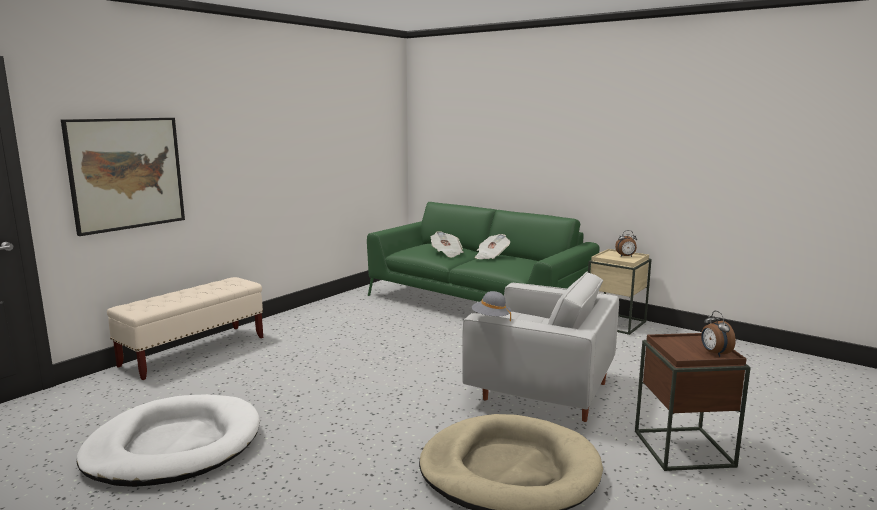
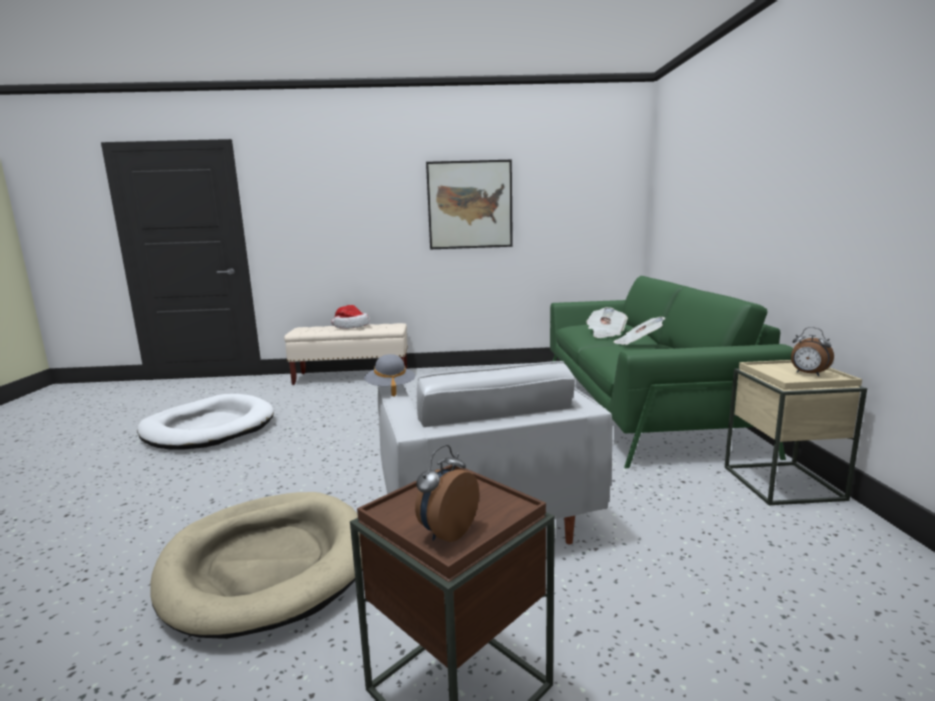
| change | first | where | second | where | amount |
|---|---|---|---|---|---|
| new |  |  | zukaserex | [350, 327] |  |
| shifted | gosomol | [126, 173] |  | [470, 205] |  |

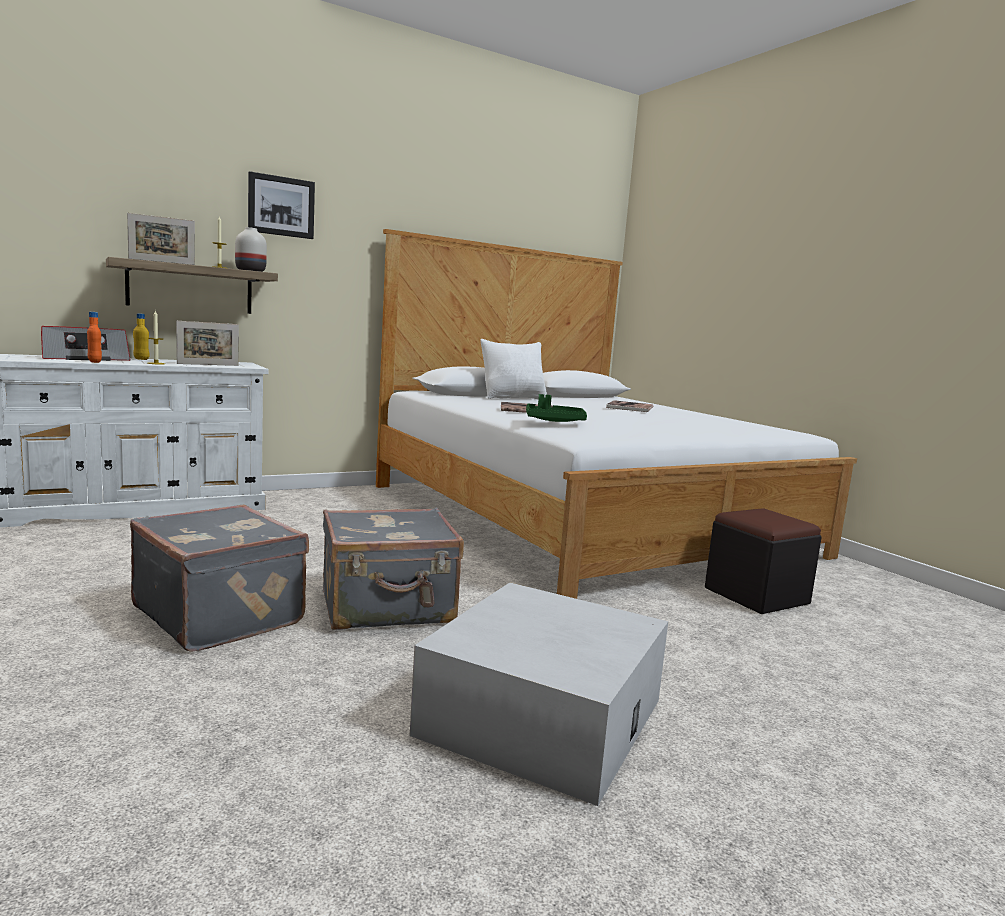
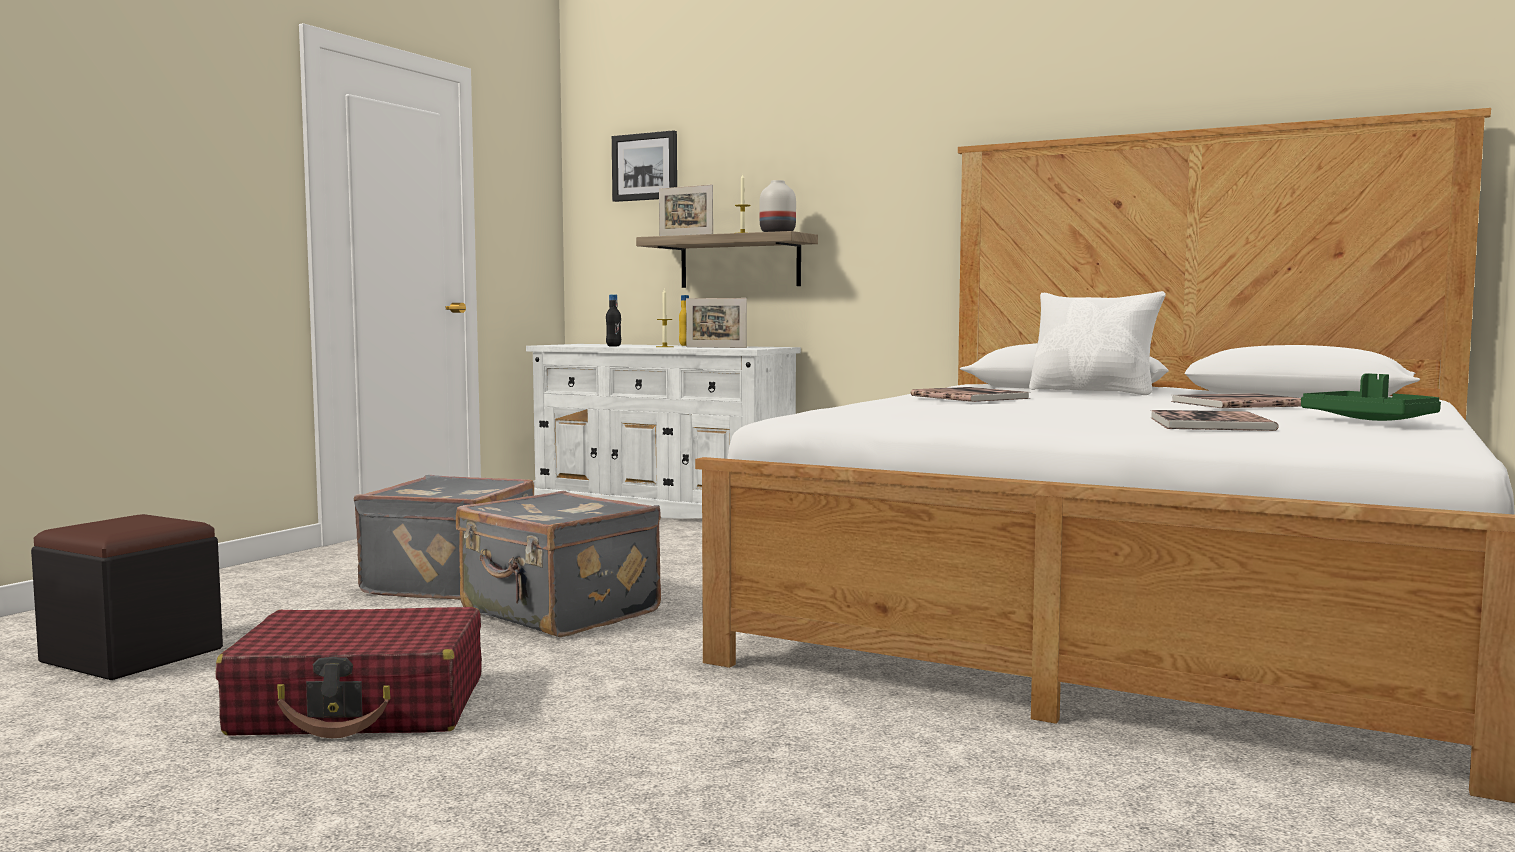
| change | first | where | second | where | amount |
|---|---|---|---|---|---|
| gone | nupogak | [84, 358] |  |  |  |
| new |  |  | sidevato | [1210, 424] |  |
| shifted | gosomol | [281, 206] |  | [645, 167] |  |
| shifted | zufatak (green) | [554, 421] |  | [1371, 420] |  |
| shifted | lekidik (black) | [756, 596] |  | [132, 655] |  |
| swapped | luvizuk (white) | [542, 717] | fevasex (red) | [362, 706] |  |
| repainted | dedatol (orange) | [94, 362] | dedatol (black) | [613, 346] |  |

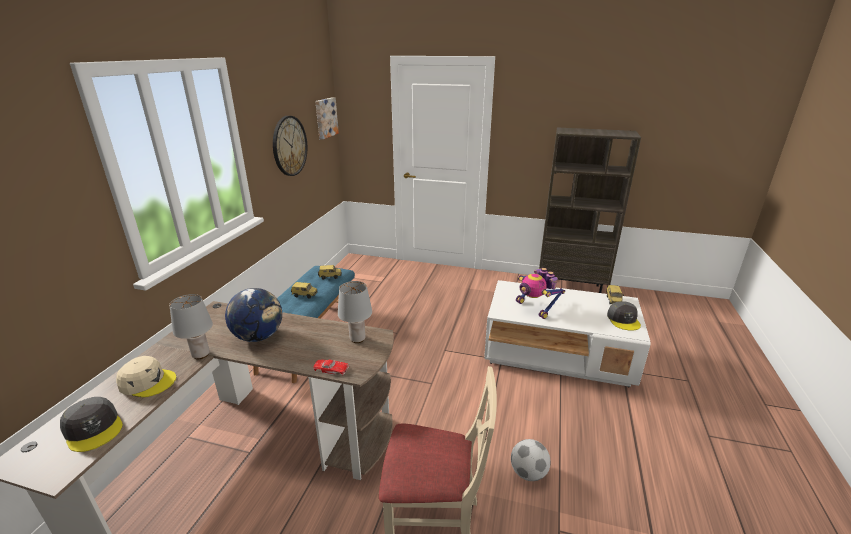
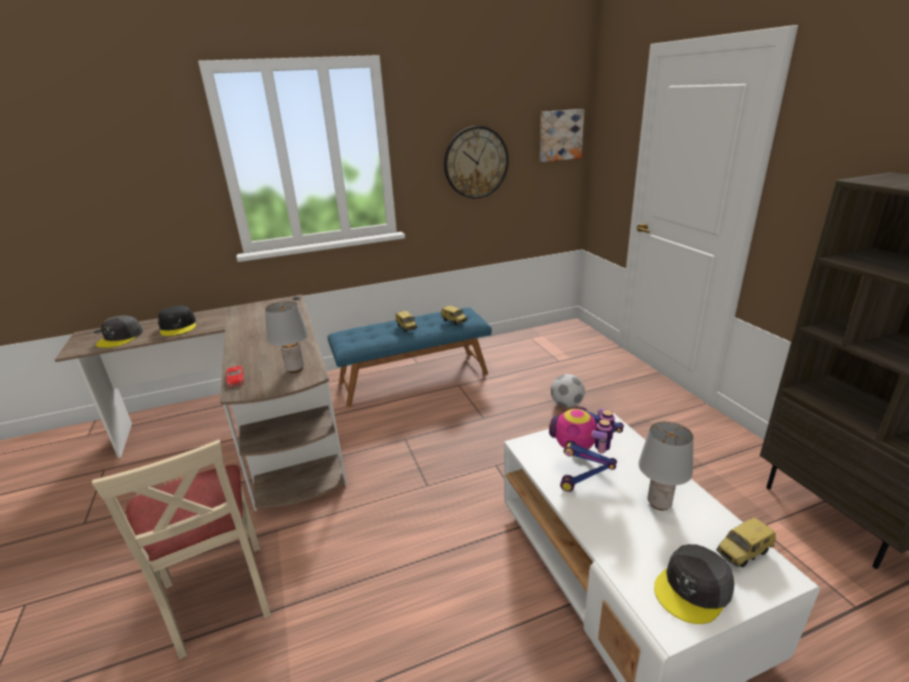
| change | first | where | second | where | amount |
|---|---|---|---|---|---|
| gone | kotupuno | [259, 336] |  |  |  |
| shifted | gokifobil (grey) | [201, 355] |  | [659, 503] |  |
| shifted | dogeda | [528, 473] |  | [566, 404] |  |
| repainted | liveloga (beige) | [147, 382] | liveloga (black) | [178, 326] |  |

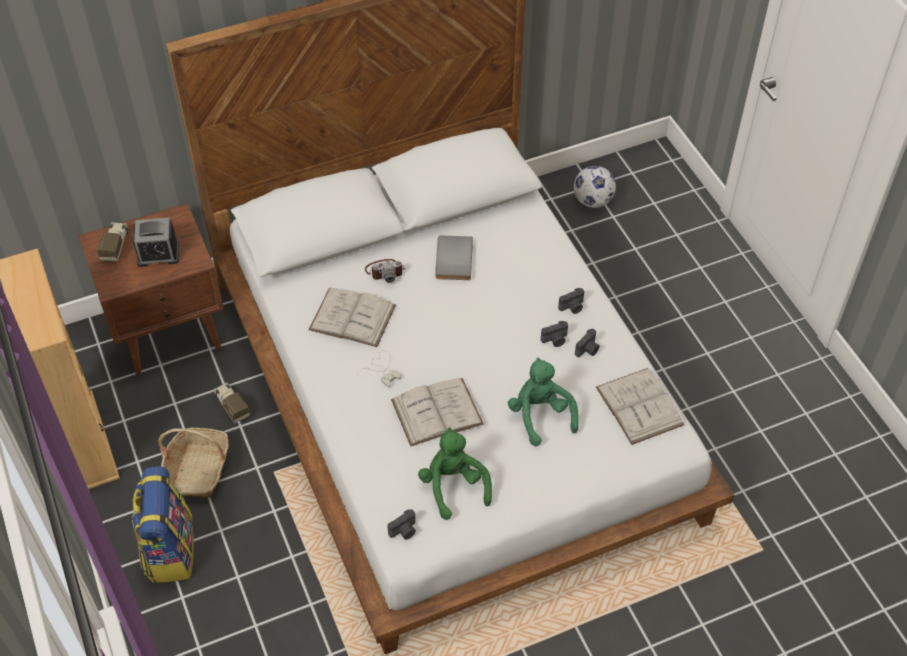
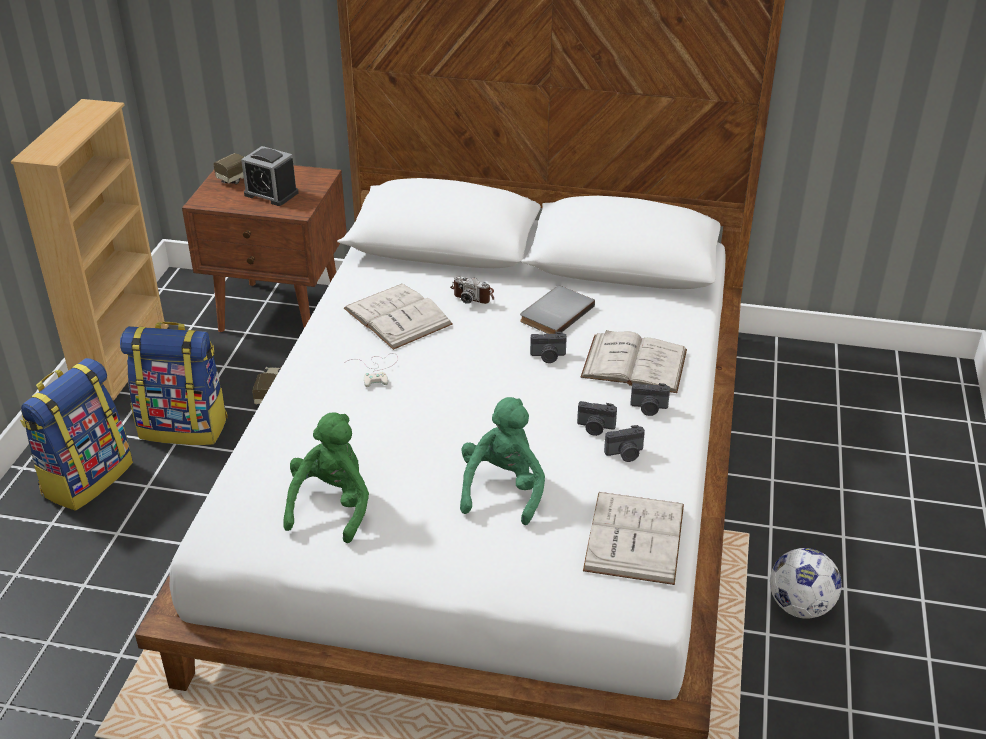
| change | first | where | second | where | amount |
|---|---|---|---|---|---|
| shifted | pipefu | [404, 531] |  | [548, 356] |  |
| shifted | sidevato (white) | [437, 412] |  | [634, 363] |  |
| shifted | dogeda | [593, 201] |  | [800, 606] |  |
| swapped | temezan | [198, 469] | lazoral | [185, 427] |  |

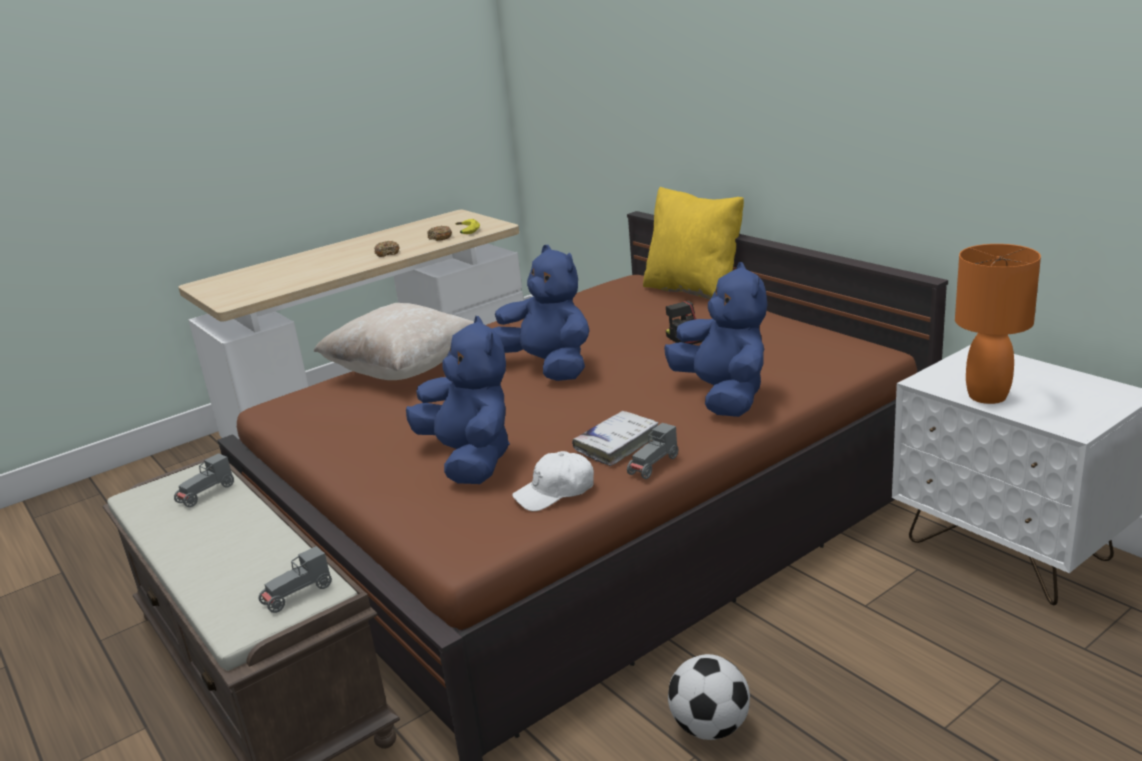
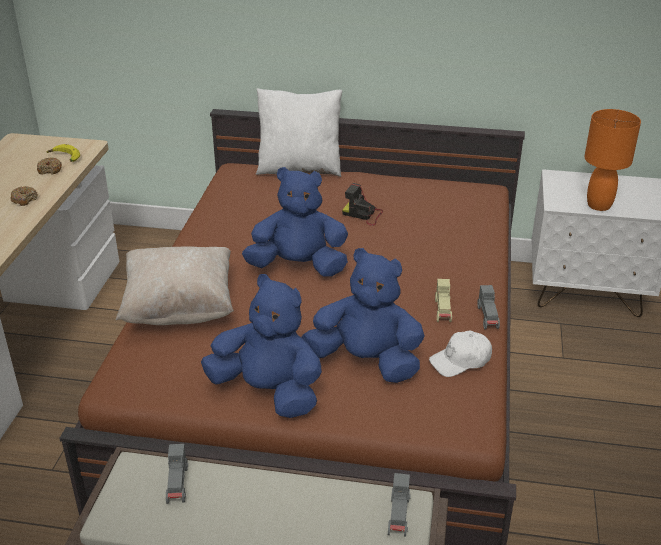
| change | first | where | second | where | amount |
|---|---|---|---|---|---|
| gone | dogeda | [710, 728] |  |  |  |
| shifted | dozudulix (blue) | [723, 396] |  | [268, 392] |  |
| swapped | sidevato (white) | [617, 444] | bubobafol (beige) | [443, 311] |  |
| repainted | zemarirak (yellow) | [694, 290] | zemarirak (white) | [299, 168] |  |
| rotated | liveloga (white) | [555, 492] |  | [461, 361] | 45 degrees clockwise |

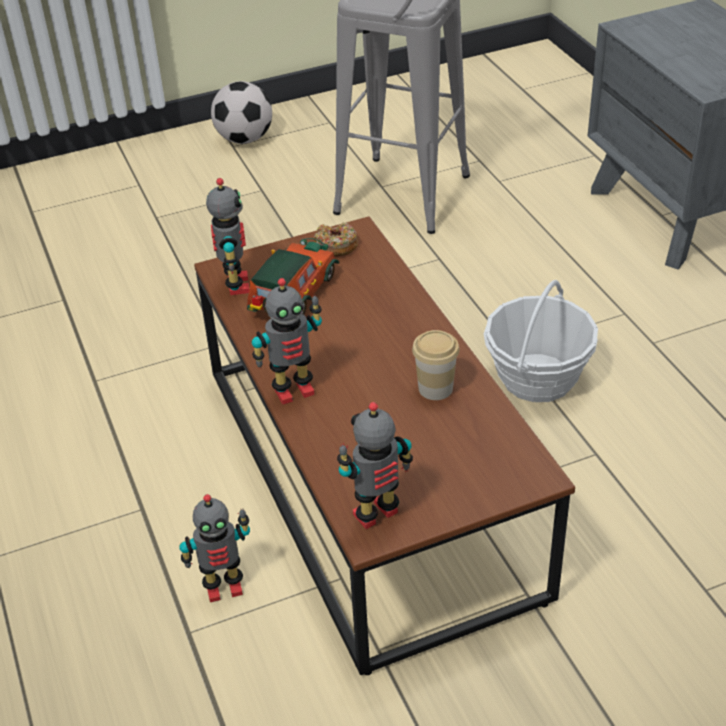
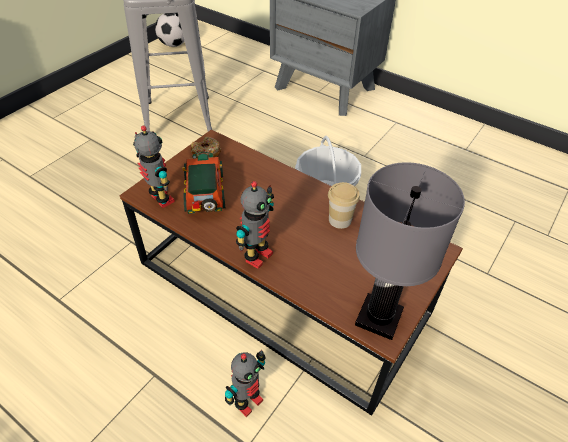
| change | first | where | second | where | amount |
|---|---|---|---|---|---|
| shifted | dogeda | [245, 139] |  | [174, 44] |  |
| swapped | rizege | [377, 516] | gokifobil (grey) | [379, 318] |  |

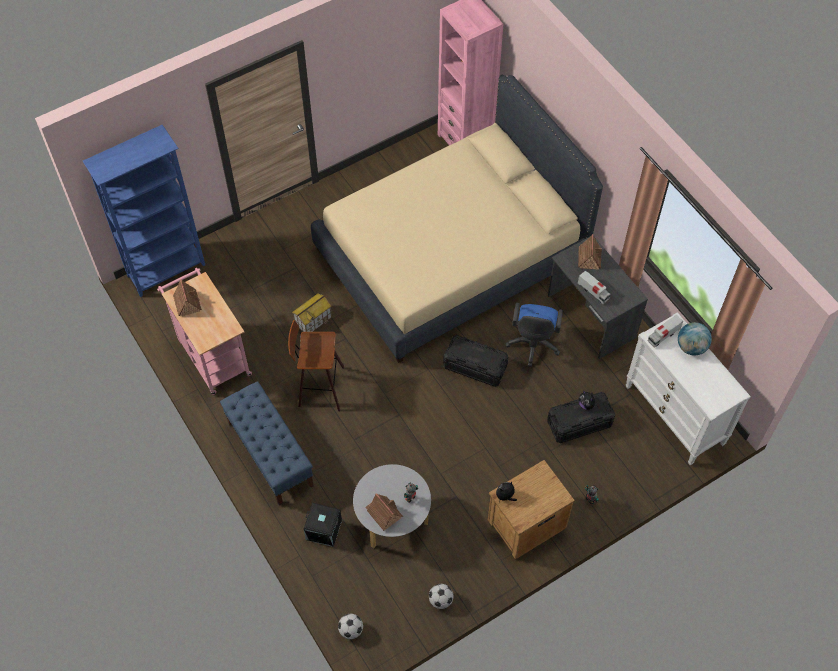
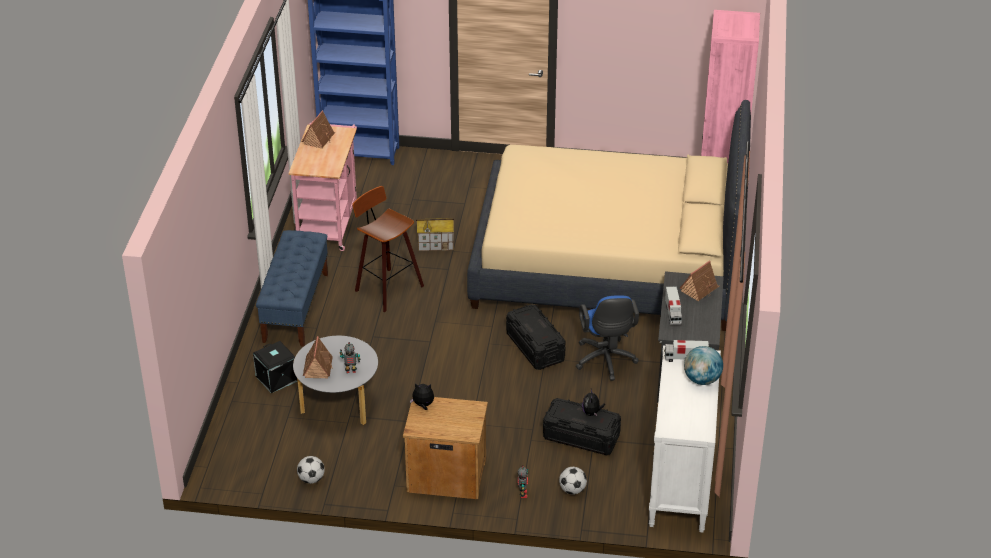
| change | first | where | second | where | amount |
|---|---|---|---|---|---|
| shifted | dogeda | [351, 630] |  | [572, 490] |  |
| rotated | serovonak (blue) | [532, 345] |  | [605, 361] | 60 degrees counterclockwise |

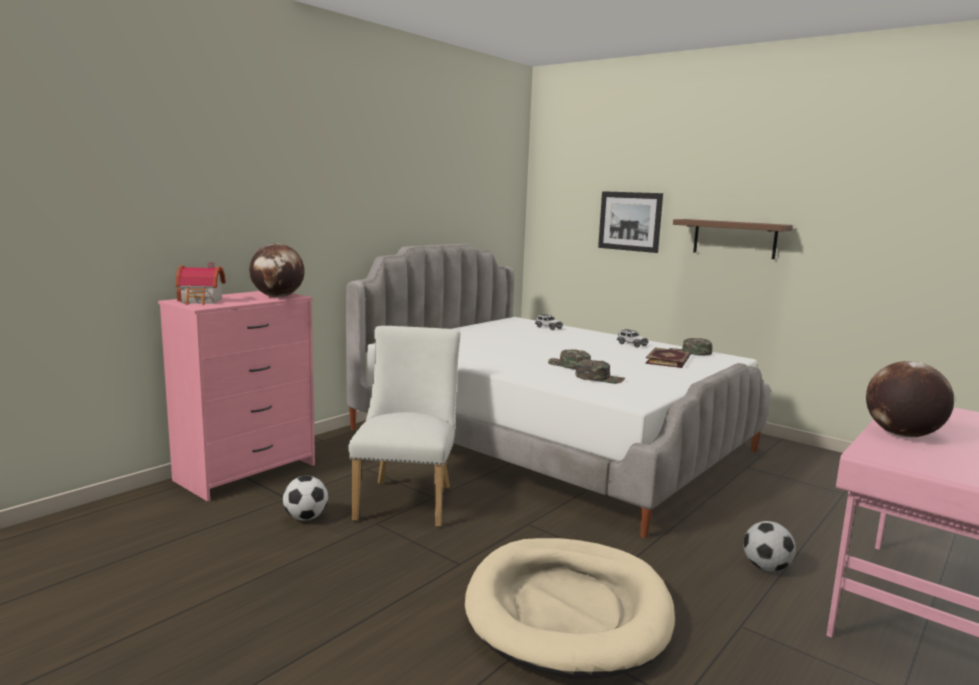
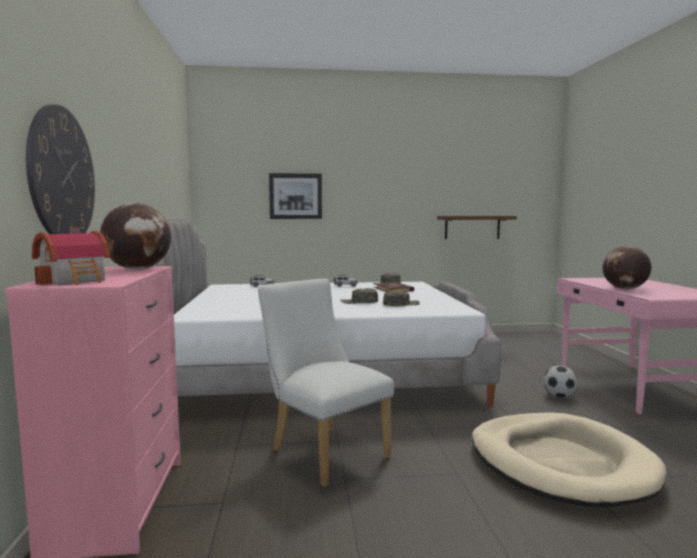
| change | first | where | second | where | amount |
|---|---|---|---|---|---|
| gone | dogeda | [306, 518] |  |  |  |
| new |  |  | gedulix | [62, 175] |  |
| shifted | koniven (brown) | [734, 238] |  | [472, 227] |  |

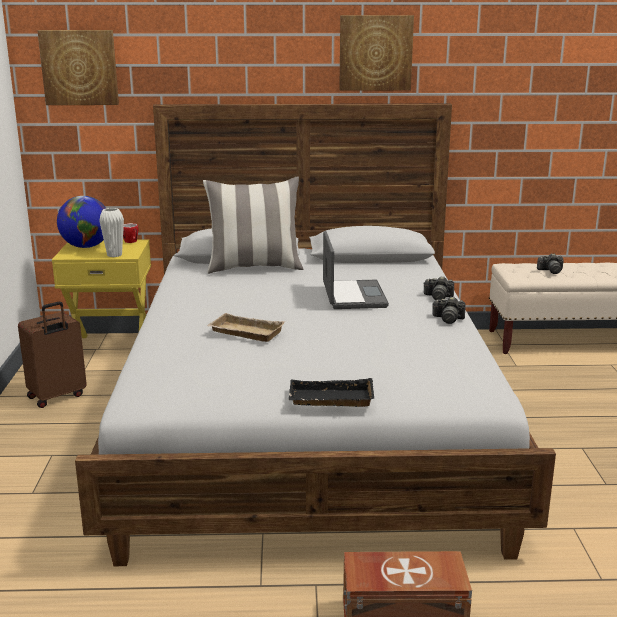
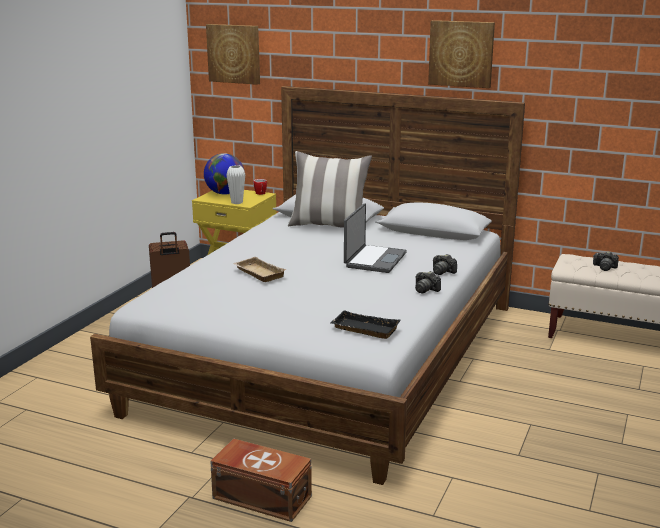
| change | first | where | second | where | amount |
|---|---|---|---|---|---|
| shifted | zufatak (black) | [330, 400] |  | [363, 329] |  |

